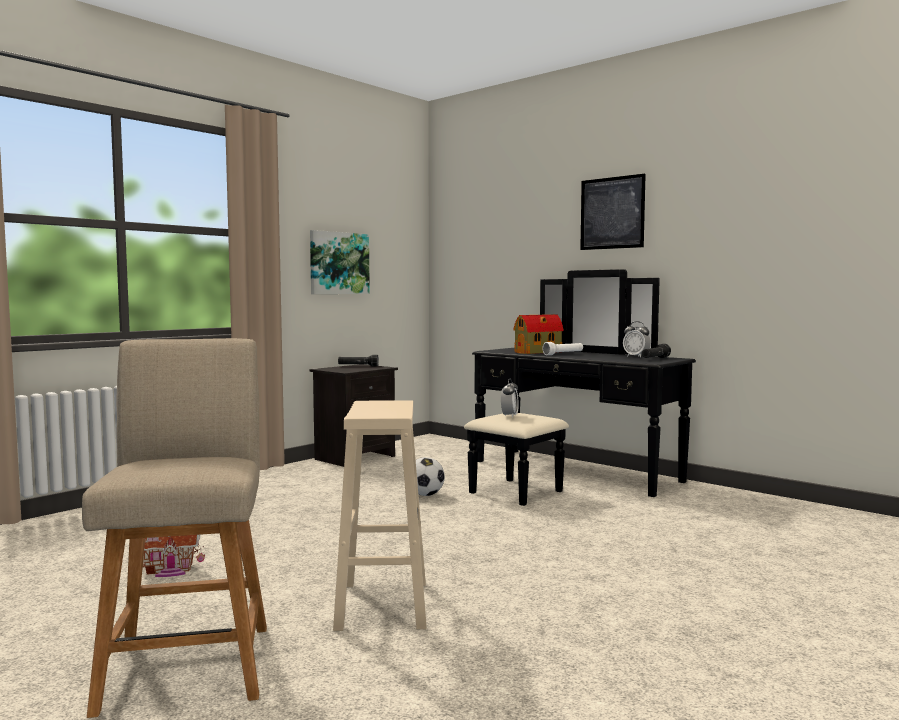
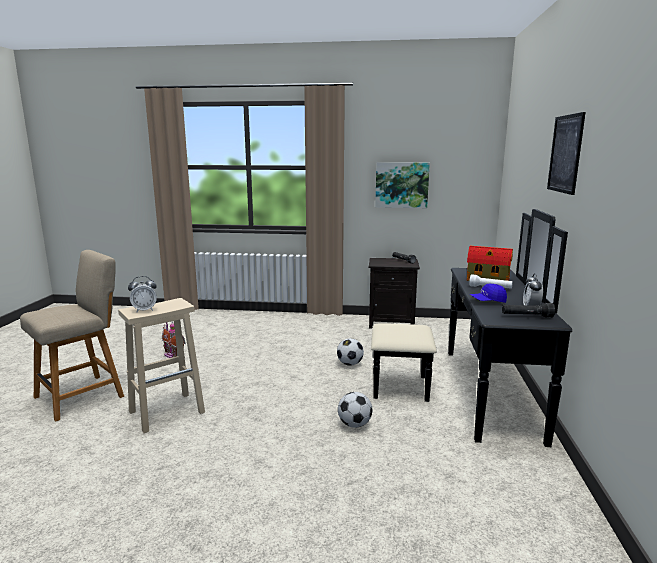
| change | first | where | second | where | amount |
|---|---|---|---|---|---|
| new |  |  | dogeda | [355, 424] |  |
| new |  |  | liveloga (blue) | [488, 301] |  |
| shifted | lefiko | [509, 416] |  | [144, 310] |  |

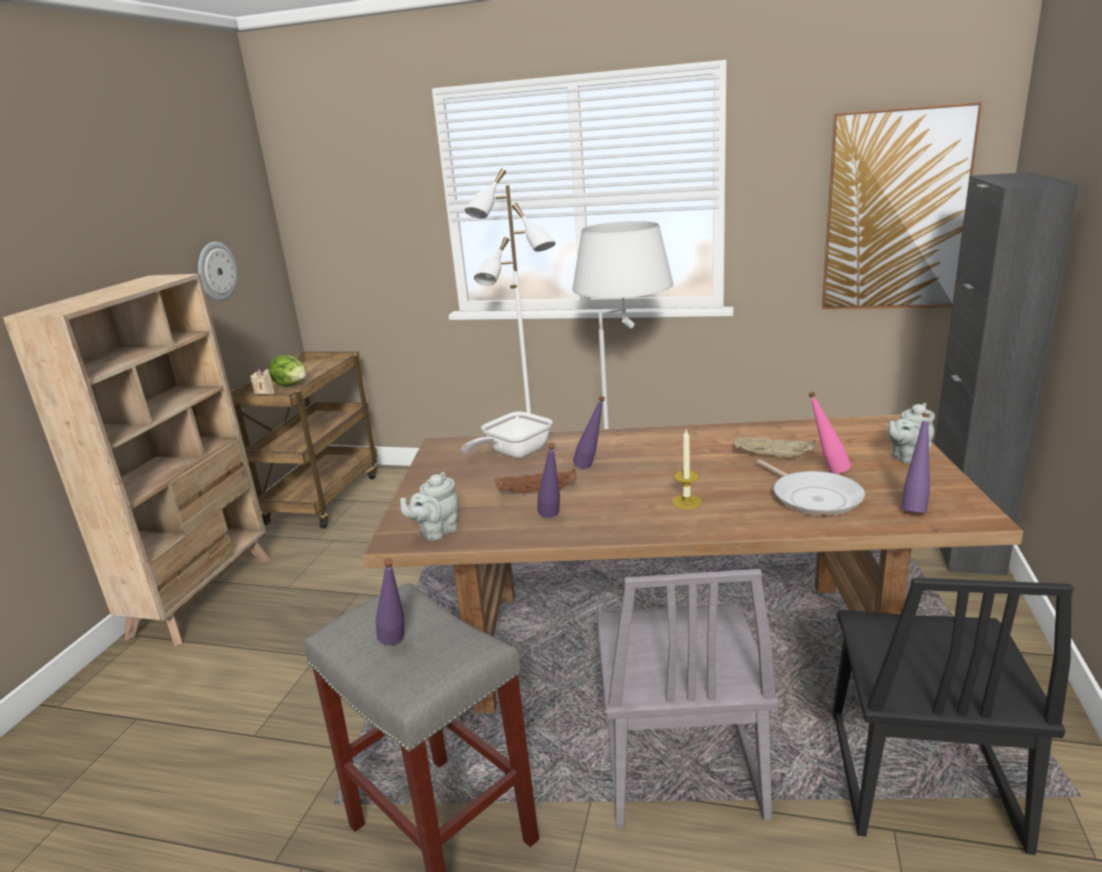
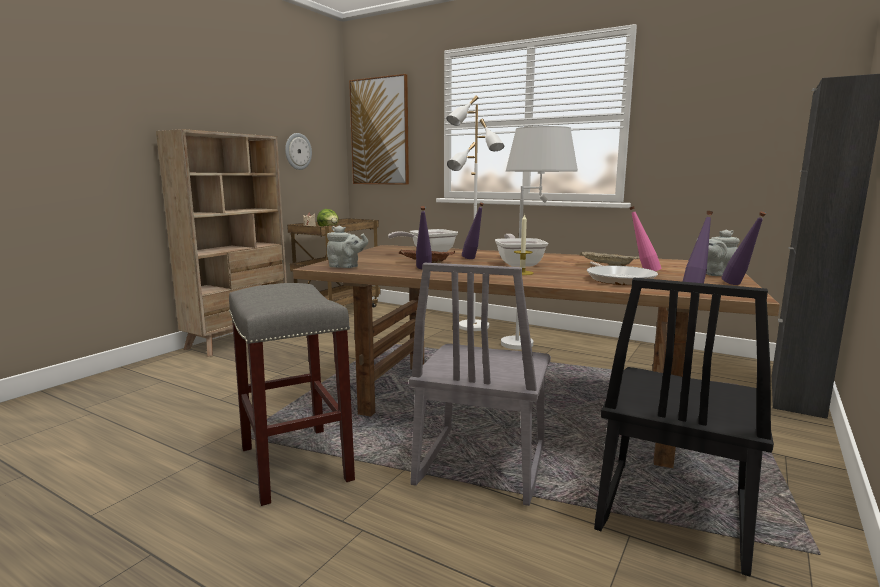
| change | first | where | second | where | amount |
|---|---|---|---|---|---|
| new |  |  | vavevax | [519, 263] |  |
| shifted | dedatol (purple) | [397, 646] |  | [739, 285] |  |
| shifted | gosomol | [895, 211] |  | [380, 132] |  |
| rotated | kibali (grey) | [436, 532] |  | [346, 267] | 135 degrees counterclockwise |

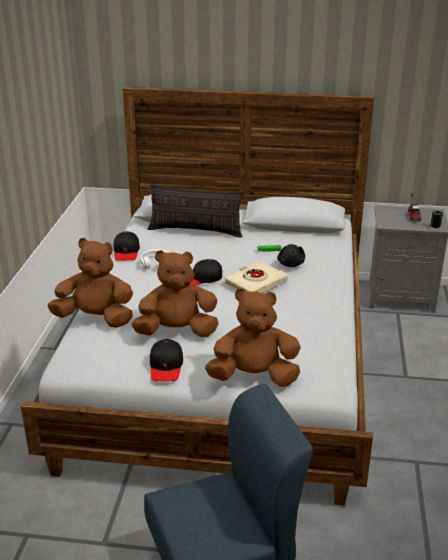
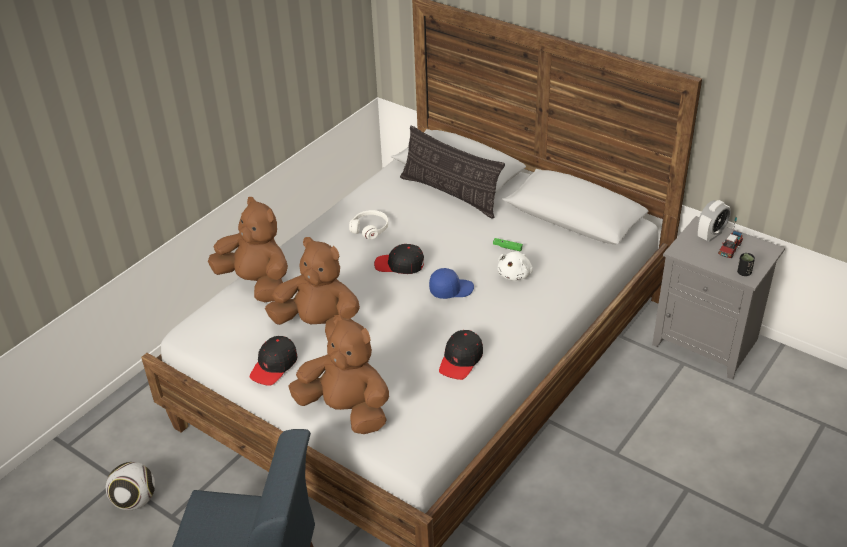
| change | first | where | second | where | amount |
|---|---|---|---|---|---|
| new |  |  | dogeda | [135, 501] |  |
| new |  |  | lefiko | [711, 235] |  |
| shifted | liveloga (black) | [126, 252] |  | [461, 360] |  |
| swapped | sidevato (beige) | [255, 283] | liveloga (blue) | [451, 289] |  |
| repainted | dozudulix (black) | [291, 264] | dozudulix (white) | [515, 274] |  |

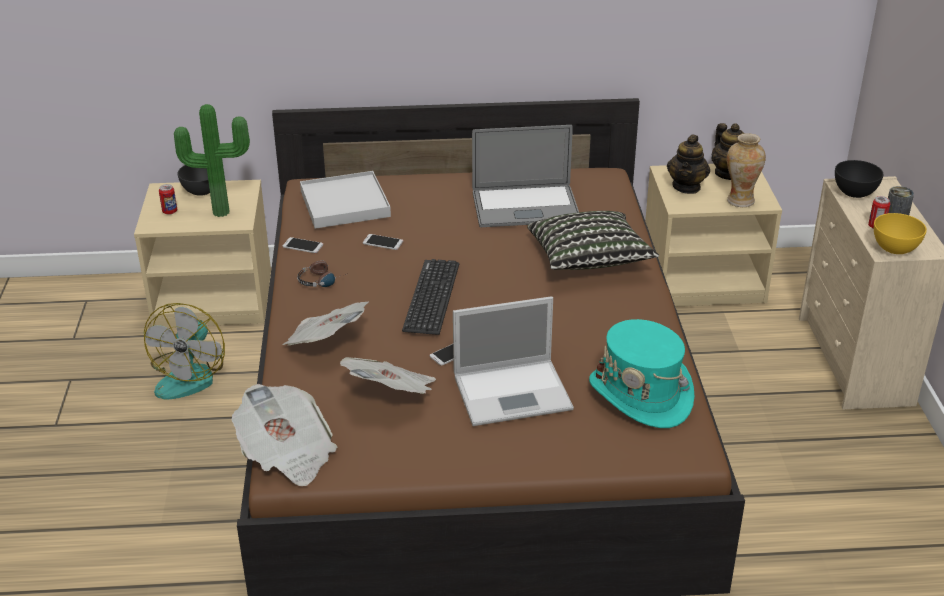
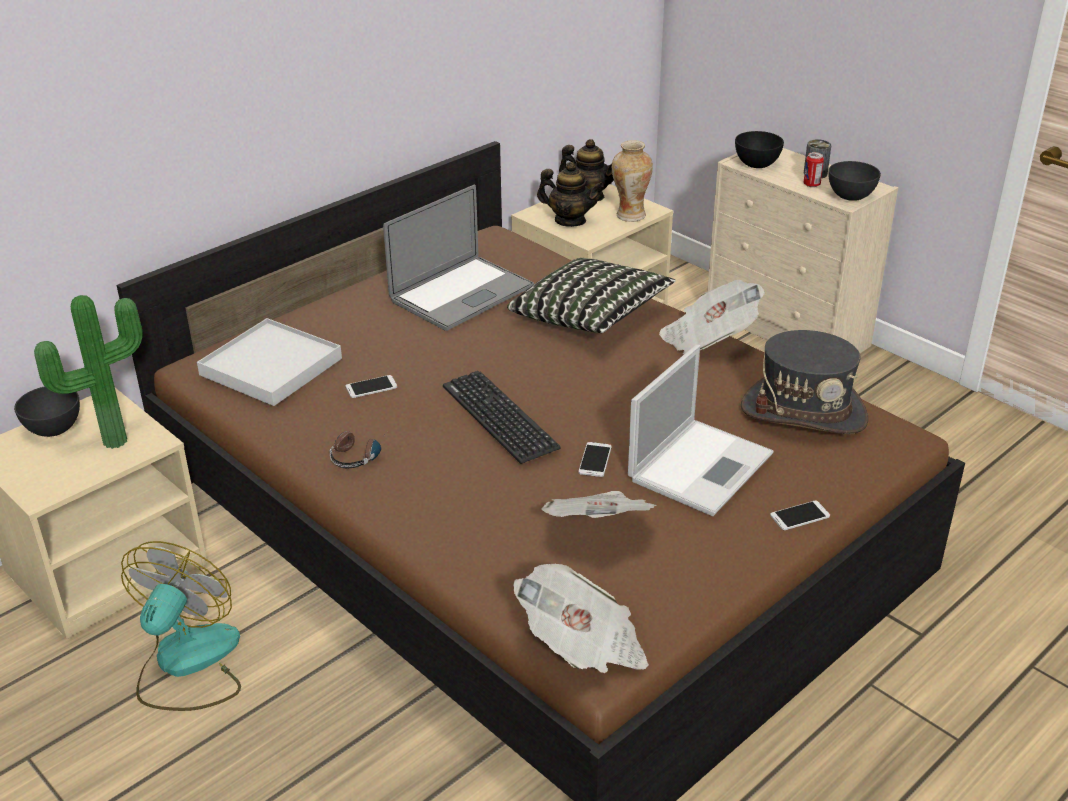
| change | first | where | second | where | amount |
|---|---|---|---|---|---|
| gone | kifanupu | [170, 212] |  |  |  |
| shifted | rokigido | [303, 246] |  | [800, 516] |  |
| shifted | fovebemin | [326, 342] |  | [708, 339] |  |
| repainted | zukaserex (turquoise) | [641, 395] | zukaserex (grey) | [803, 412] |  |
| repainted | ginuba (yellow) | [895, 248] | ginuba (grey) | [850, 196] |  |
| rotated | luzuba | [190, 375] |  | [187, 664] | 135 degrees counterclockwise |
| rotated | kibali | [687, 187] |  | [570, 221] | 45 degrees counterclockwise |

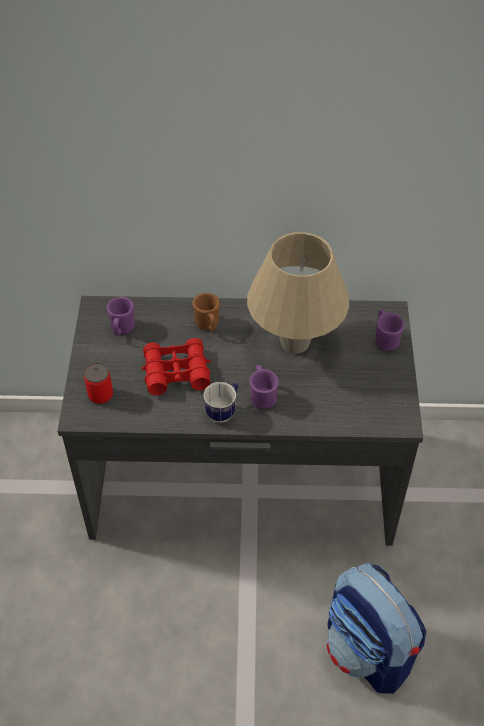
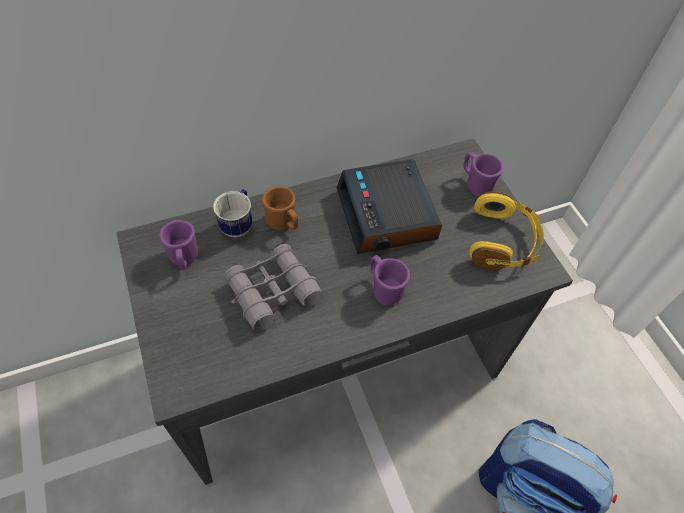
| change | first | where | second | where | amount |
|---|---|---|---|---|---|
| gone | kifanupu | [100, 395] |  |  |  |
| new |  |  | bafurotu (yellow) | [502, 242] |  |
| shifted | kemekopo | [223, 411] |  | [238, 224] |  |
| swapped | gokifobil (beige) | [295, 342] | lefiko | [387, 215] |  |
| repainted | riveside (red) | [176, 372] | riveside (grey) | [273, 292] |  |

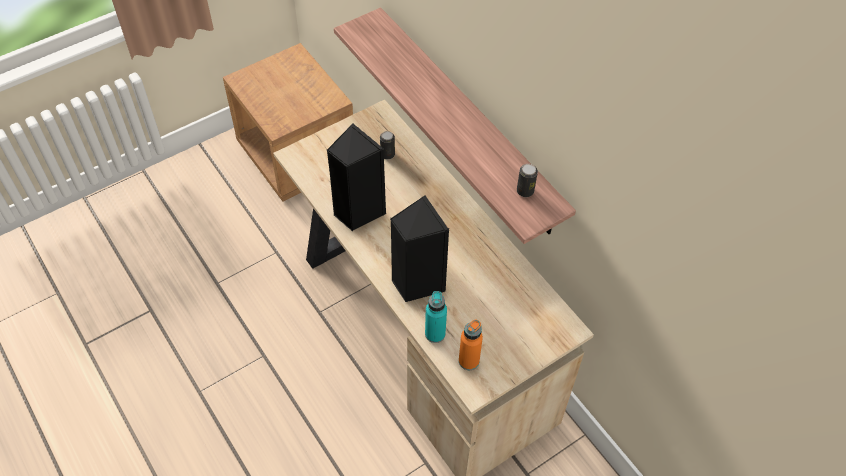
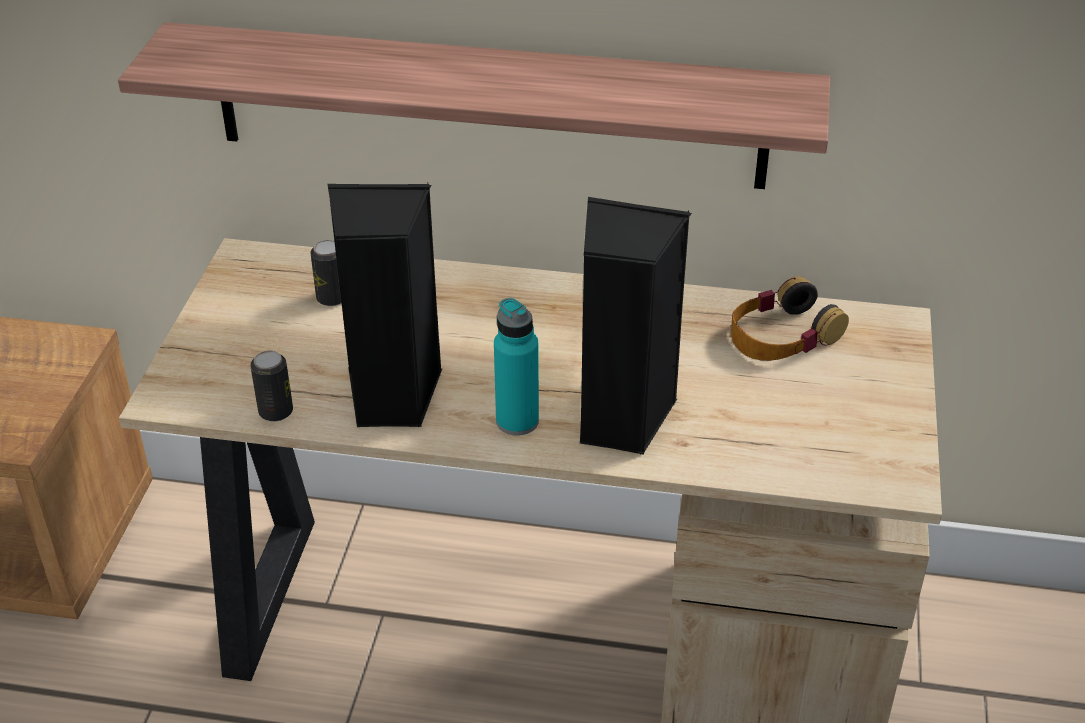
| change | first | where | second | where | amount |
|---|---|---|---|---|---|
| gone | dedatol (orange) | [468, 361] |  |  |  |
| new |  |  | bafurotu | [782, 335] |  |
| shifted | dedatol (turquoise) | [435, 334] |  | [517, 421] |  |
| shifted | kifanupu | [525, 191] |  | [276, 411] |  |

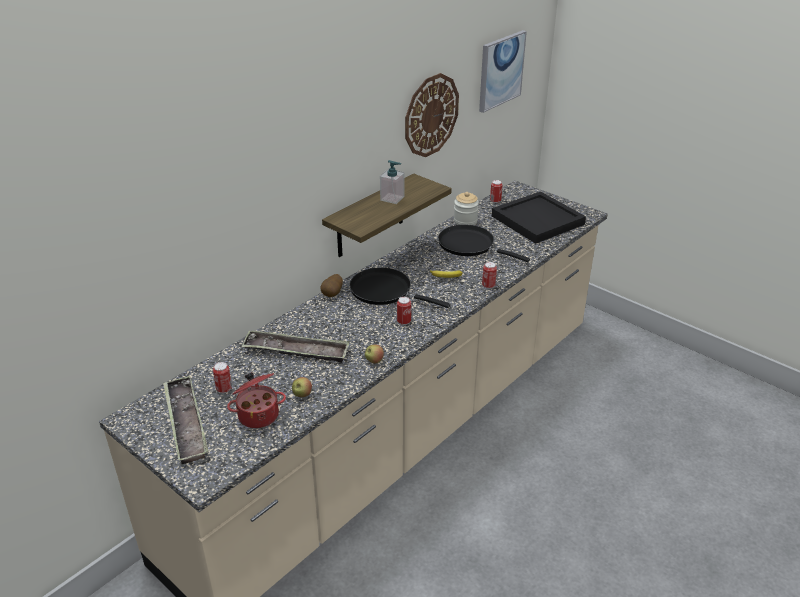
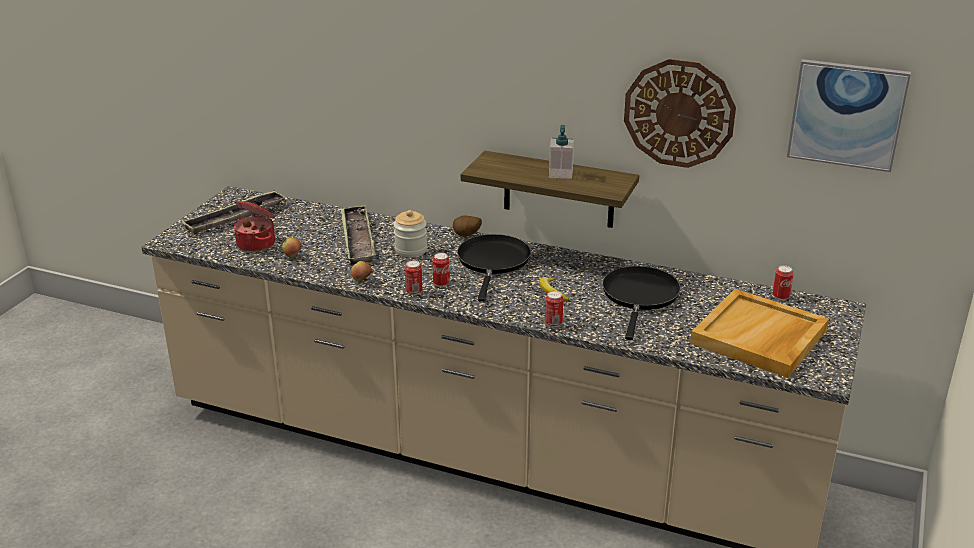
| change | first | where | second | where | amount |
|---|---|---|---|---|---|
| shifted | kifanupu | [224, 389] |  | [414, 291] |  |
| shifted | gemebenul | [465, 221] |  | [411, 250] |  |
| repainted | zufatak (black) | [538, 220] | zufatak (beige) | [759, 337] |  |

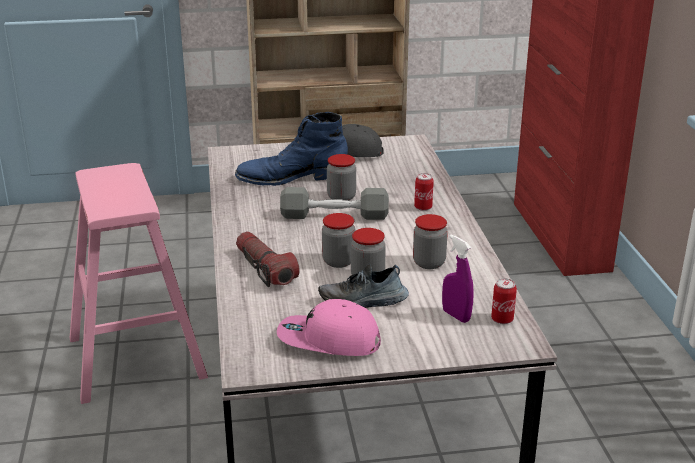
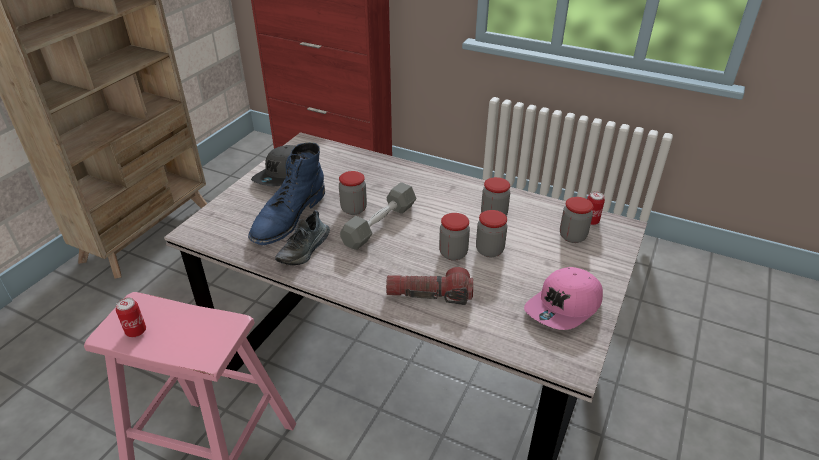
| change | first | where | second | where | amount |
|---|---|---|---|---|---|
| shifted | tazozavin | [363, 302] |  | [305, 249] |  |
| shifted | kifanupu | [423, 207] |  | [136, 331] |  |
| swapped | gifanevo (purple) | [456, 316] | gemebenul | [572, 236] |  |

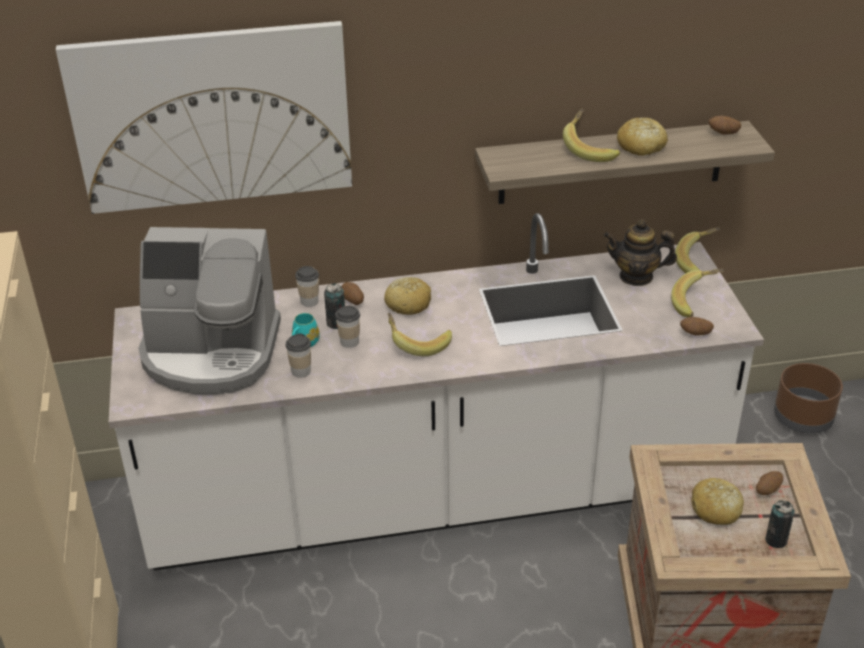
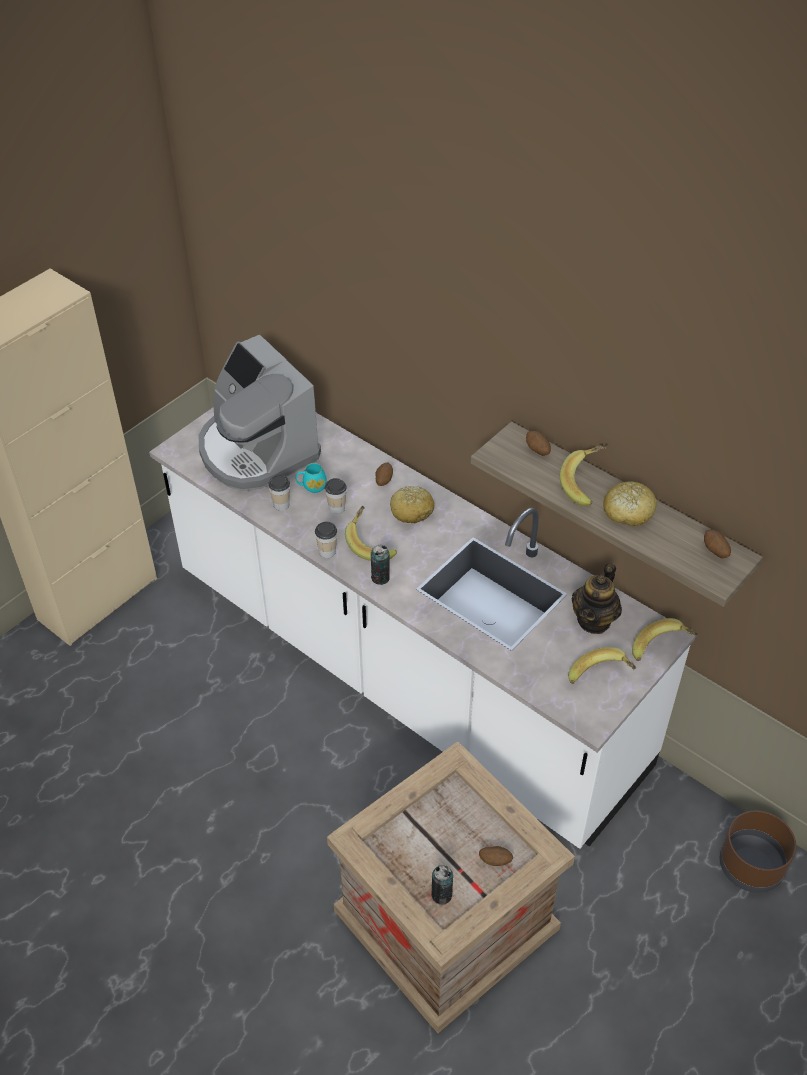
| change | first | where | second | where | amount |
|---|---|---|---|---|---|
| gone | gosomol | [212, 117] |  |  |  |
| gone | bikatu | [715, 509] |  |  |  |
| shifted | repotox | [309, 301] |  | [327, 551] |  |
| shifted | kifanupu | [336, 323] |  | [380, 578] |  |
| shifted | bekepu | [695, 334] |  | [537, 450] |  |
| rotated | kibali | [636, 276] |  | [594, 620] | 120 degrees counterclockwise |

